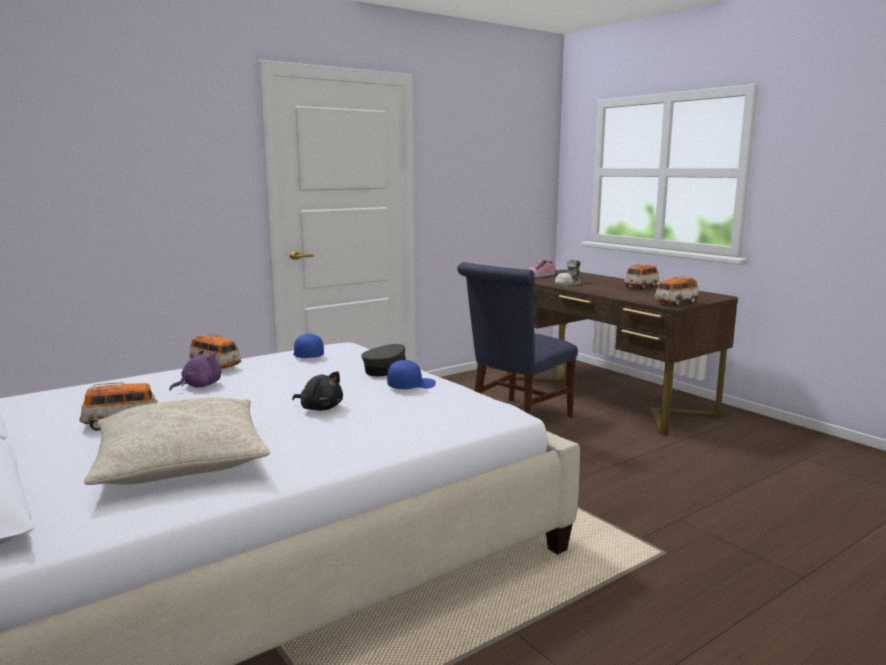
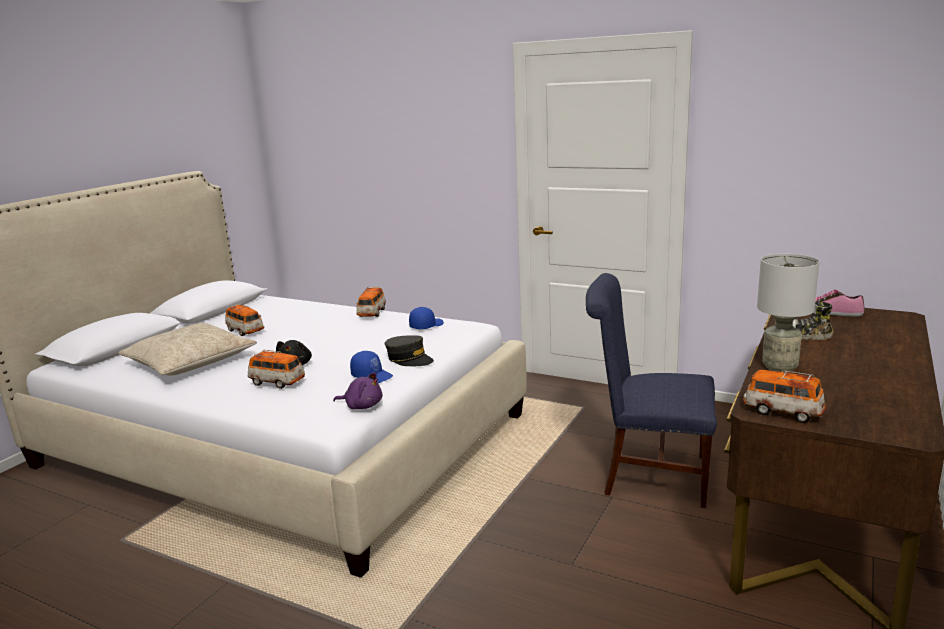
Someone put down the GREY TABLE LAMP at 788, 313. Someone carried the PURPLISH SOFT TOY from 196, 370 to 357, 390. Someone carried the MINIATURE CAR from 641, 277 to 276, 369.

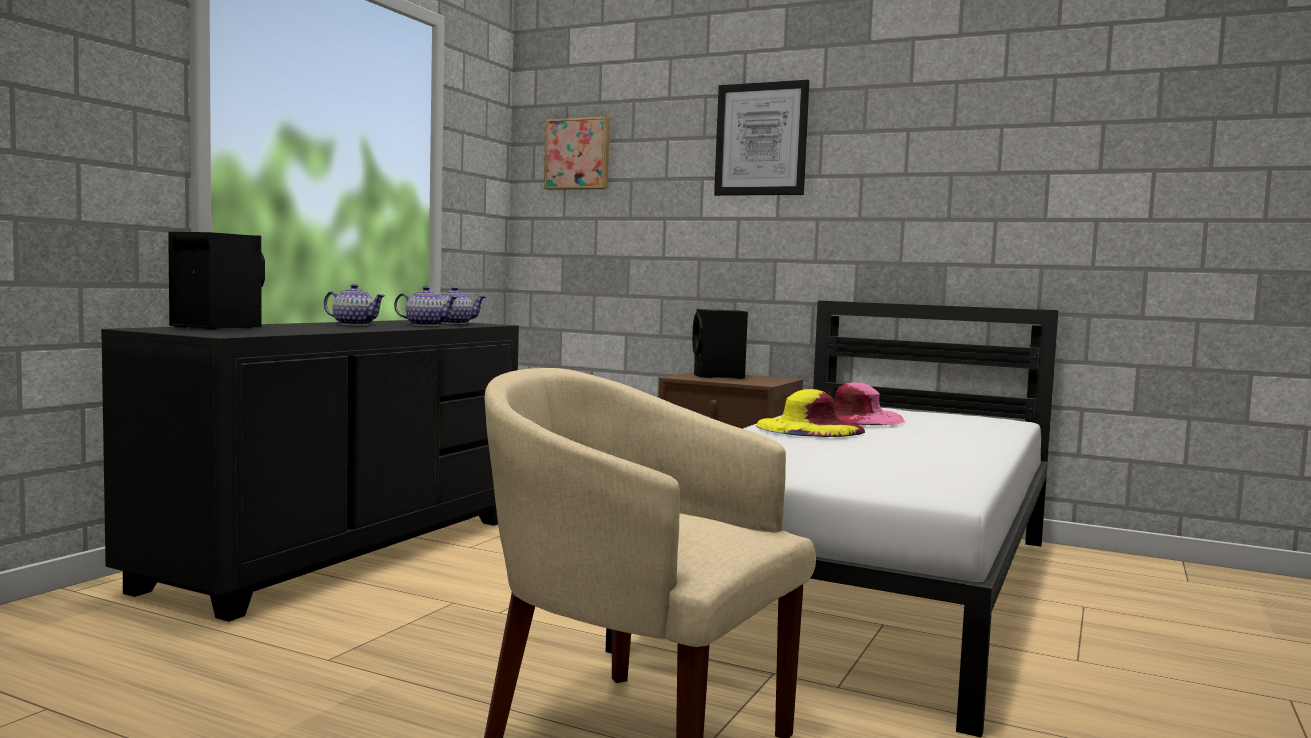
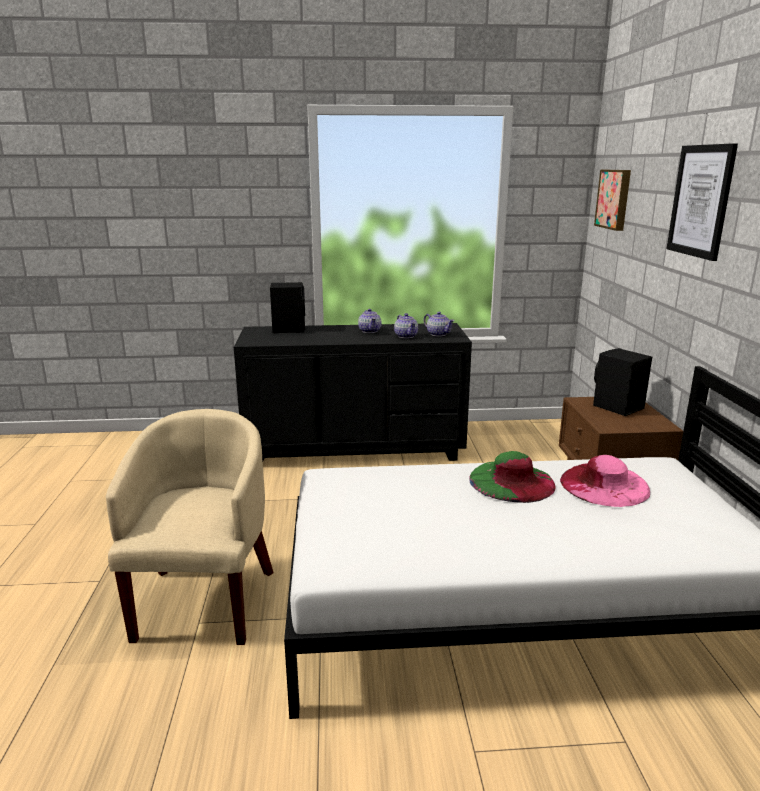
Someone repainted the YELLOWISH WEARABLE HAT at 810, 413, which became the GREEN WEARABLE HAT at 512, 477.

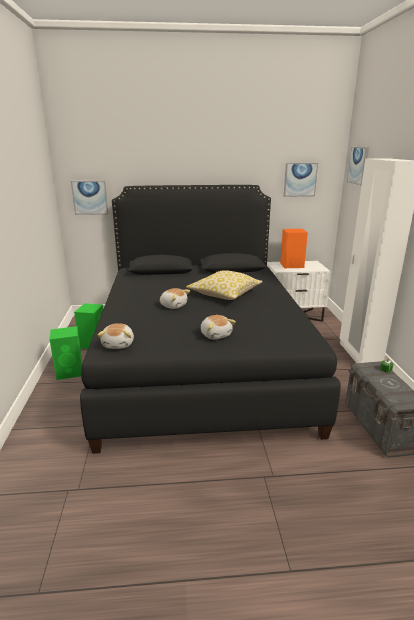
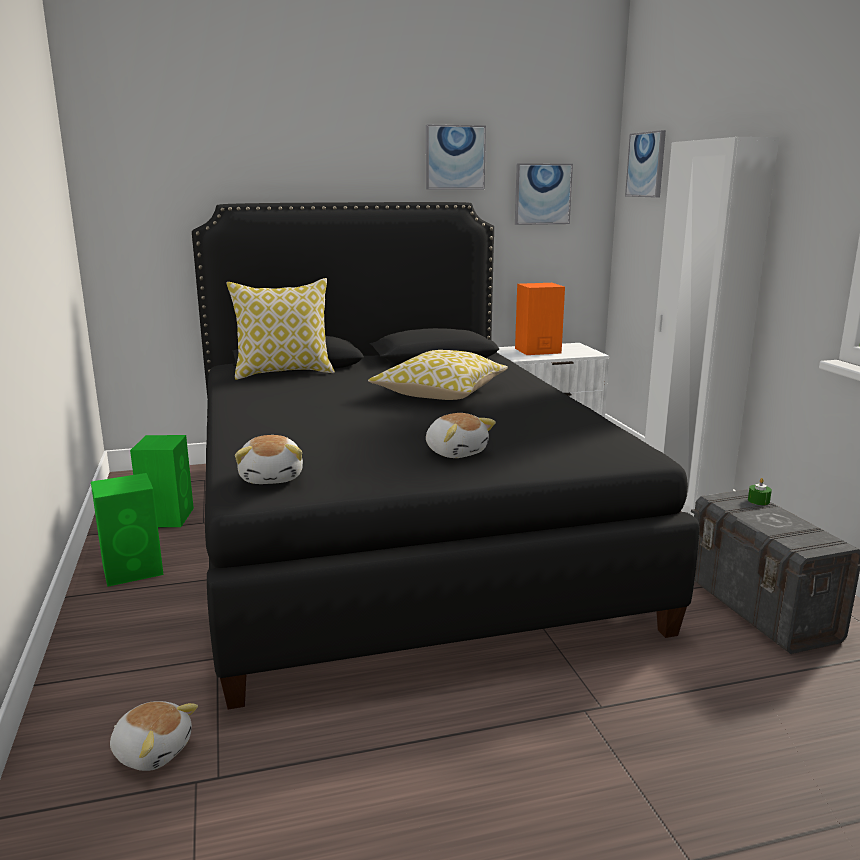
Someone put down the PILLOW at 280, 329. Someone carried the WALL PICTURE from 89, 198 to 456, 157. Someone carried the SOFT TOY from 175, 298 to 154, 736.

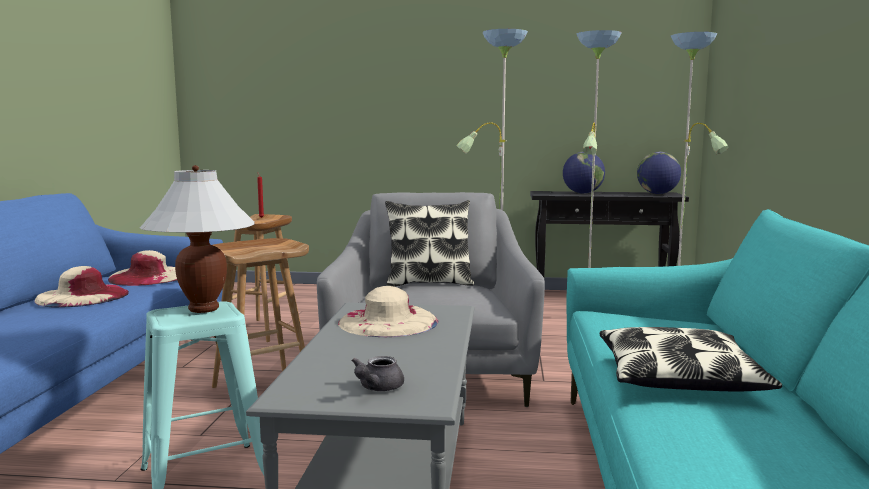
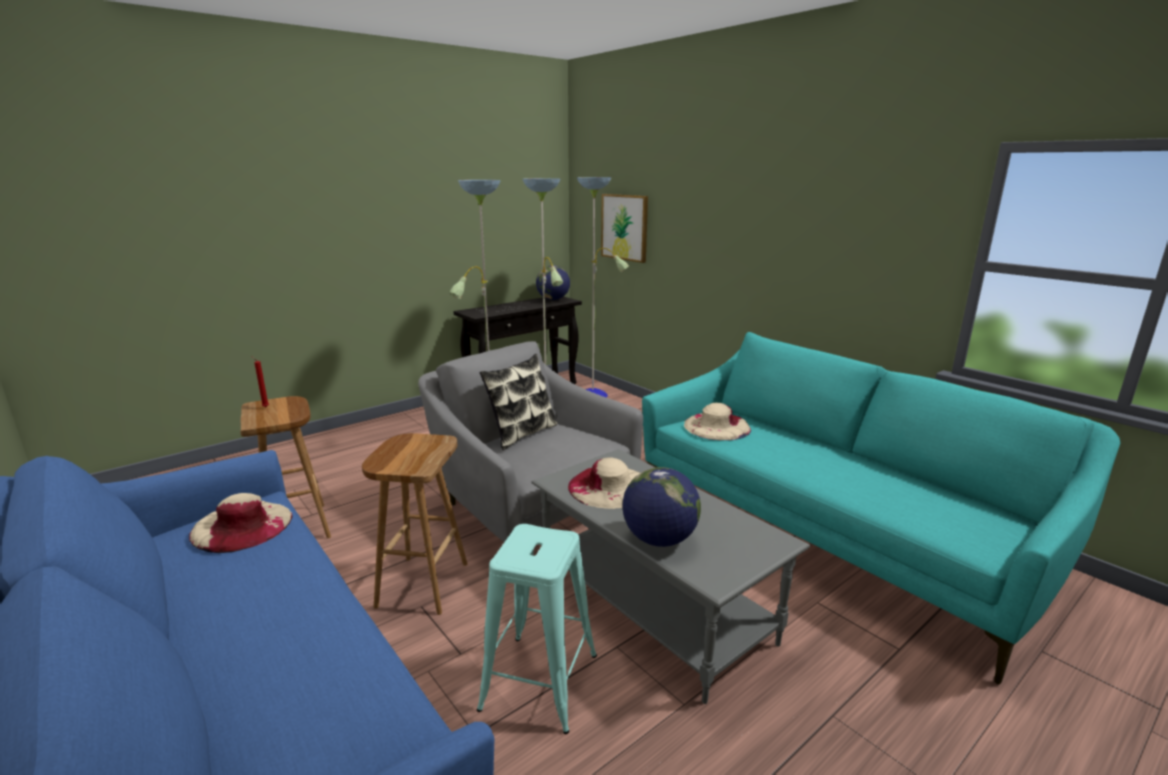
Someone took away the WHITISH TABLE LAMP at 197, 239. Someone took away the GREY POT FOR TEA at 377, 373. Someone took away the PILLOW at 691, 359. Someone put up the WALL PICTURE at 624, 228. Someone carried the BEIGE-COLOURED WEARABLE HAT from 81, 286 to 717, 422. Someone carried the GLOBE from 584, 173 to 661, 507.

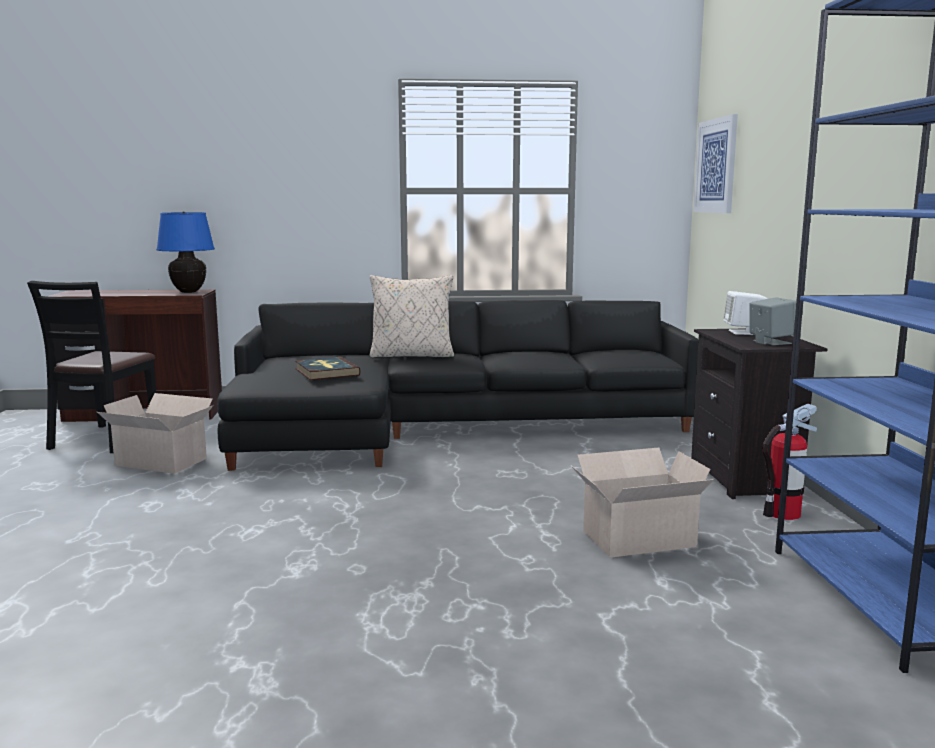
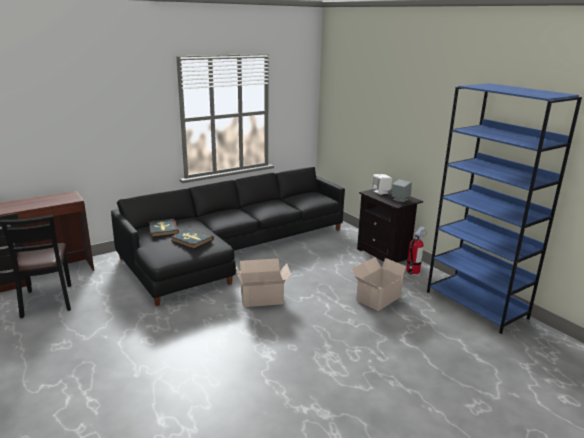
Someone took away the BLUE-COLOURED TABLE LAMP at 185, 252. Someone took away the BEIGE-COLOURED PILLOW at 411, 316. Someone took away the WALL PICTURE at 715, 163. Someone put down the BOUND BOOK at 164, 228. Someone carried the PACKING BOX from 155, 433 to 263, 282.

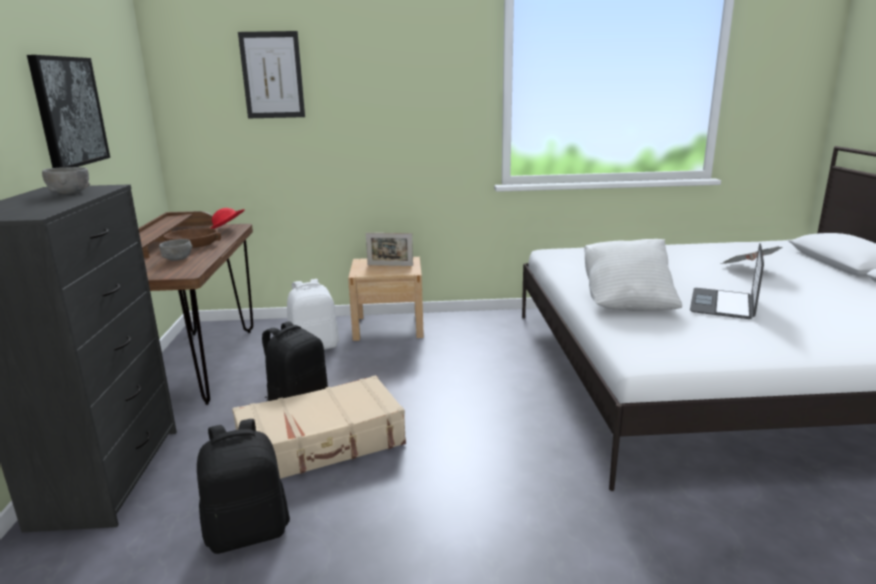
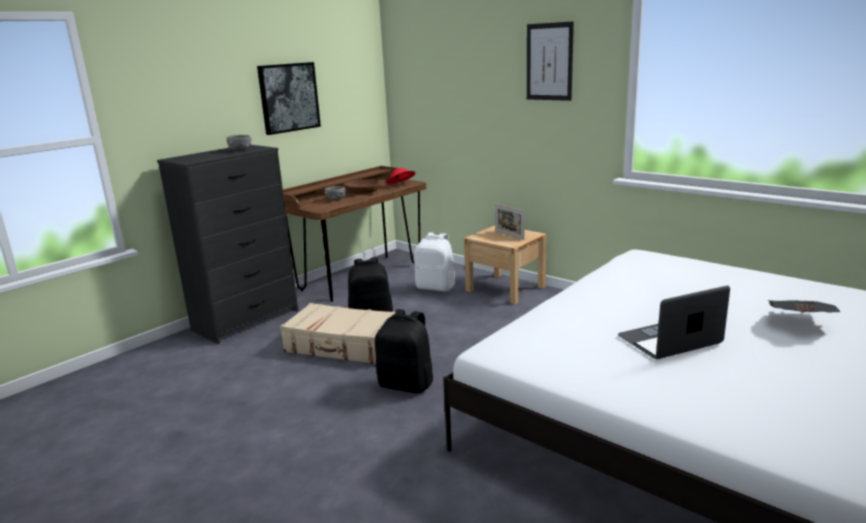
Someone took away the WHITISH PILLOW at 633, 275. Someone carried the BLACK-COLOURED RUCKSACK from 243, 486 to 404, 351. Someone carried the WALL PICTURE from 271, 74 to 550, 61.

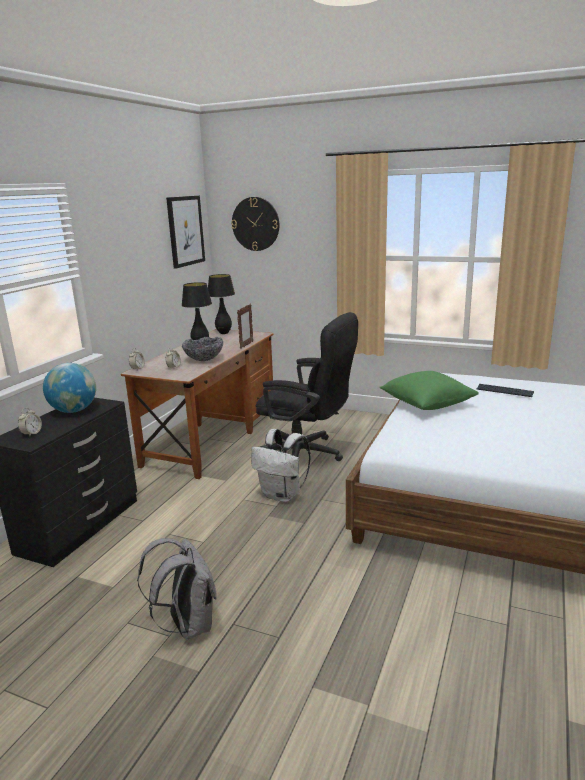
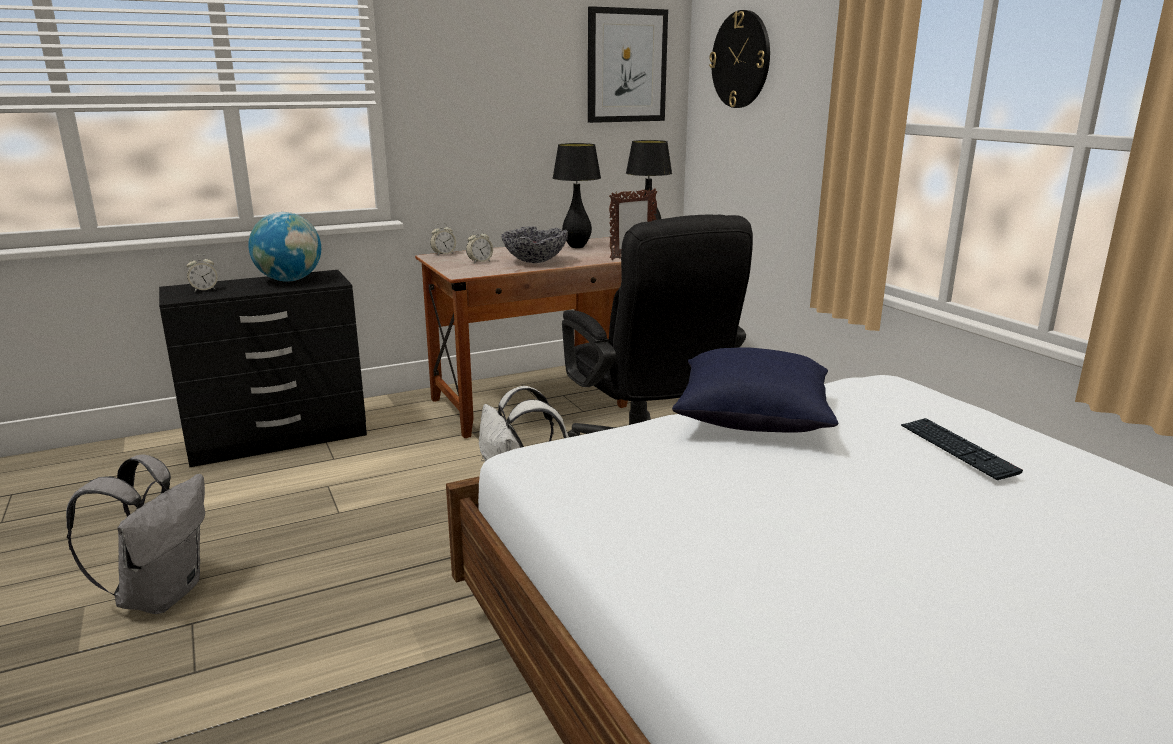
Someone repainted the GREEN PILLOW at 429, 390, which became the BLUE-COLOURED PILLOW at 755, 390.

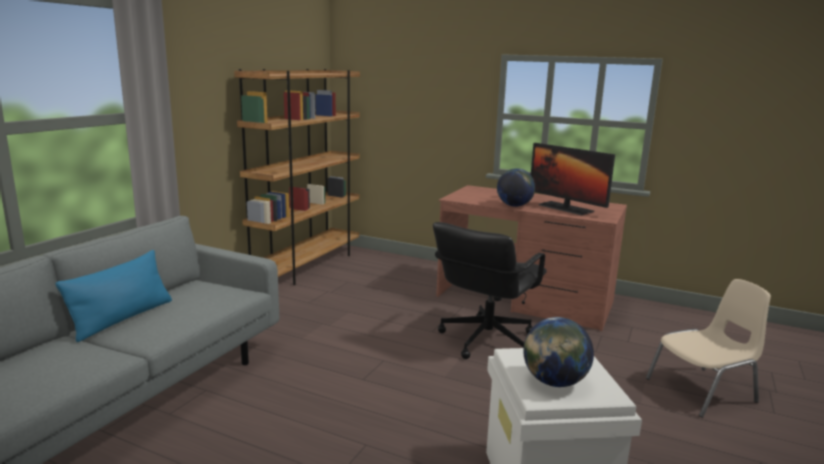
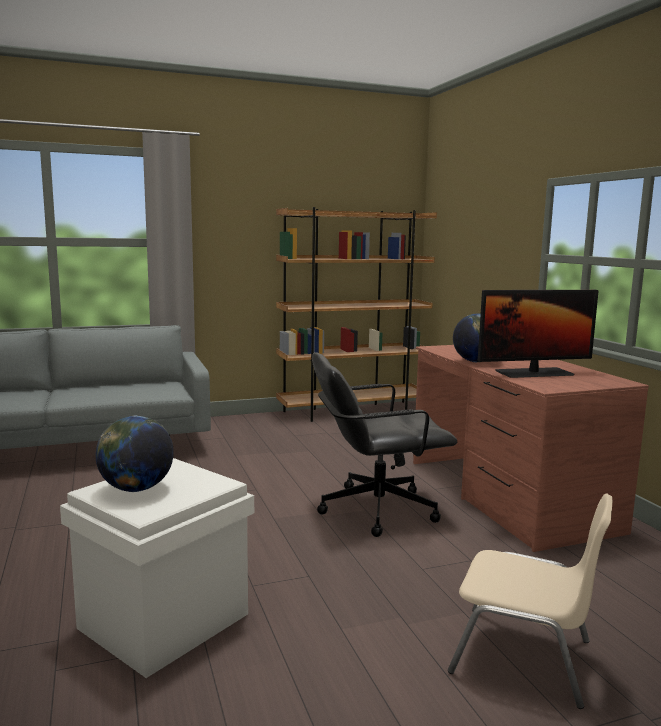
Someone took away the BLUE-COLOURED PILLOW at 113, 296. Someone rotated the COMPUTER DISPLAY at 573, 179 by 105 degrees counterclockwise.

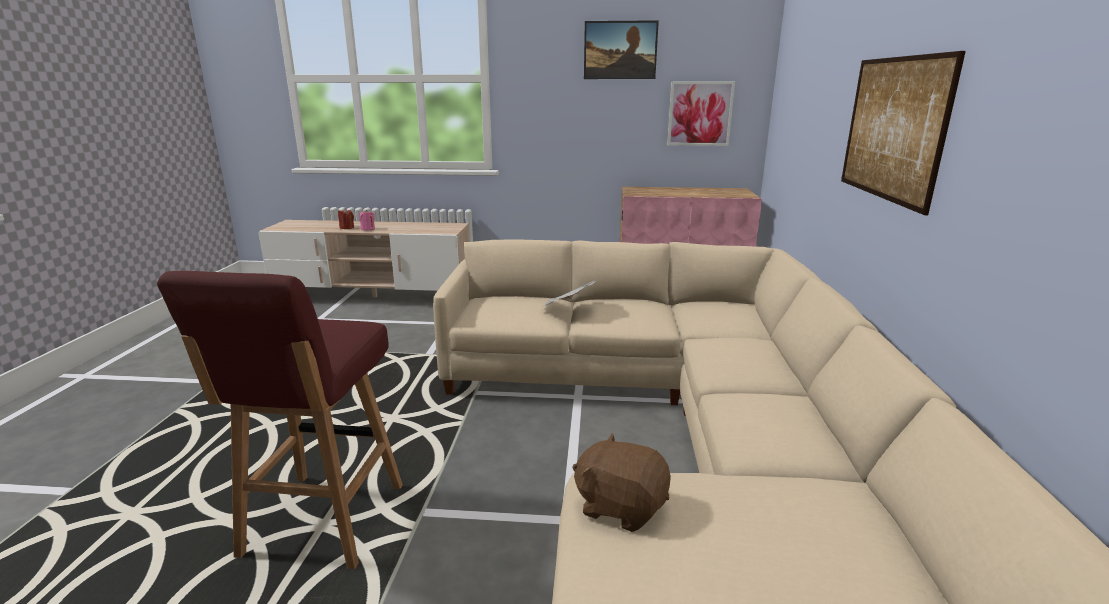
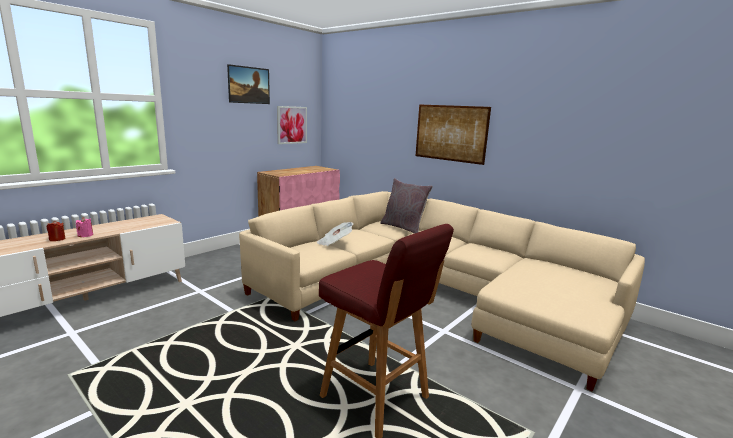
Someone took away the BROWN SOFT TOY at 621, 482. Someone put down the GREY PILLOW at 406, 206.

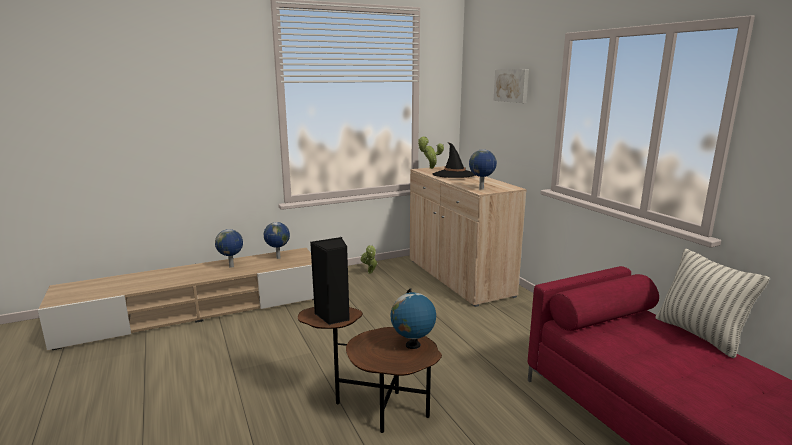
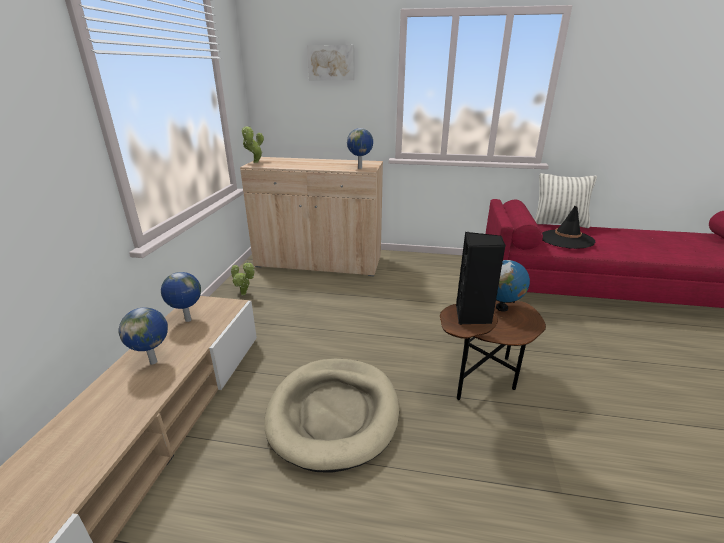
Someone put down the BEIGE-COLOURED DOG BED at 331, 415. Someone carried the BLACK-COLOURED WEARABLE HAT from 454, 160 to 568, 227.

